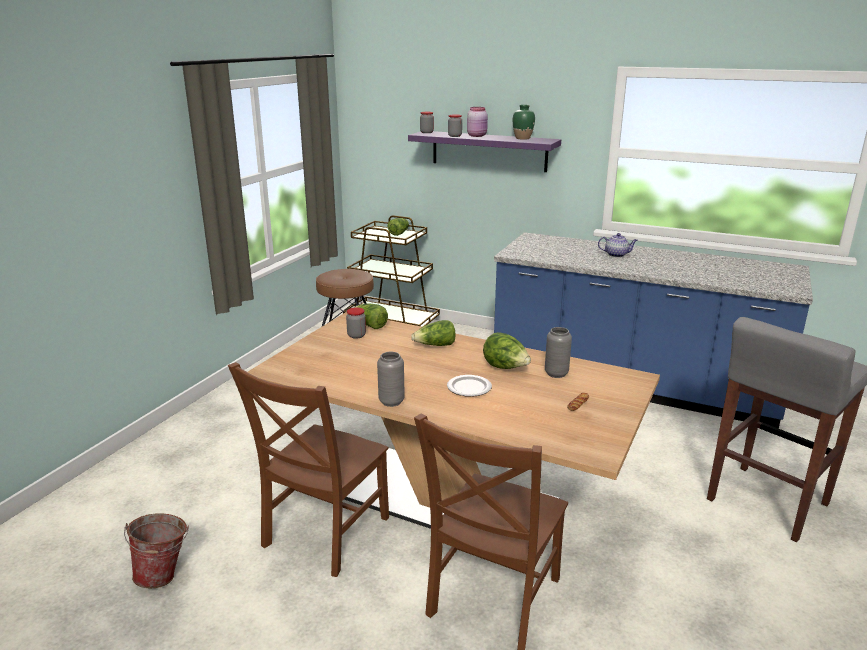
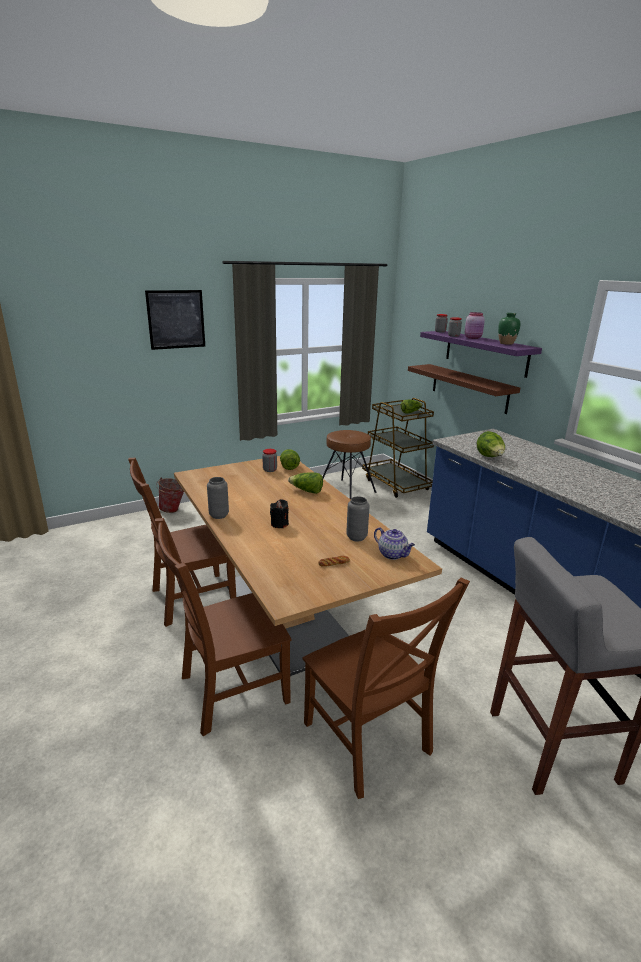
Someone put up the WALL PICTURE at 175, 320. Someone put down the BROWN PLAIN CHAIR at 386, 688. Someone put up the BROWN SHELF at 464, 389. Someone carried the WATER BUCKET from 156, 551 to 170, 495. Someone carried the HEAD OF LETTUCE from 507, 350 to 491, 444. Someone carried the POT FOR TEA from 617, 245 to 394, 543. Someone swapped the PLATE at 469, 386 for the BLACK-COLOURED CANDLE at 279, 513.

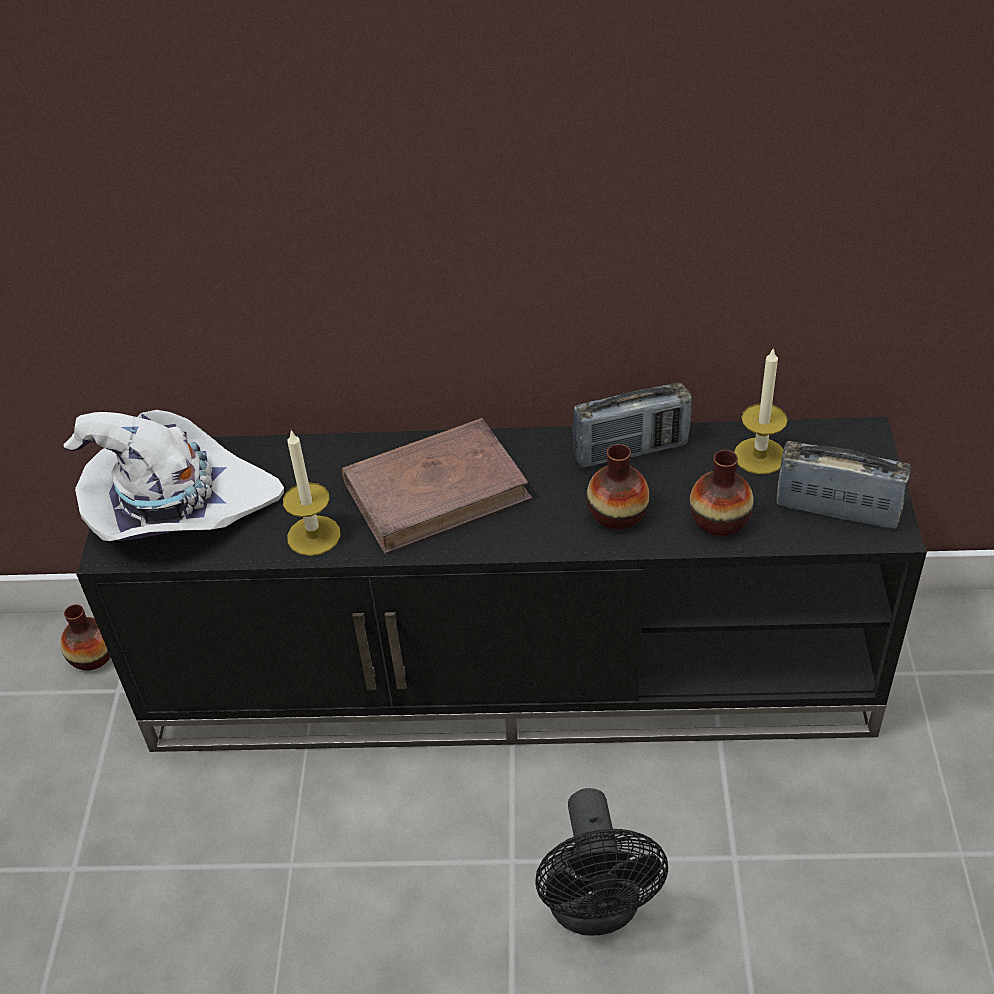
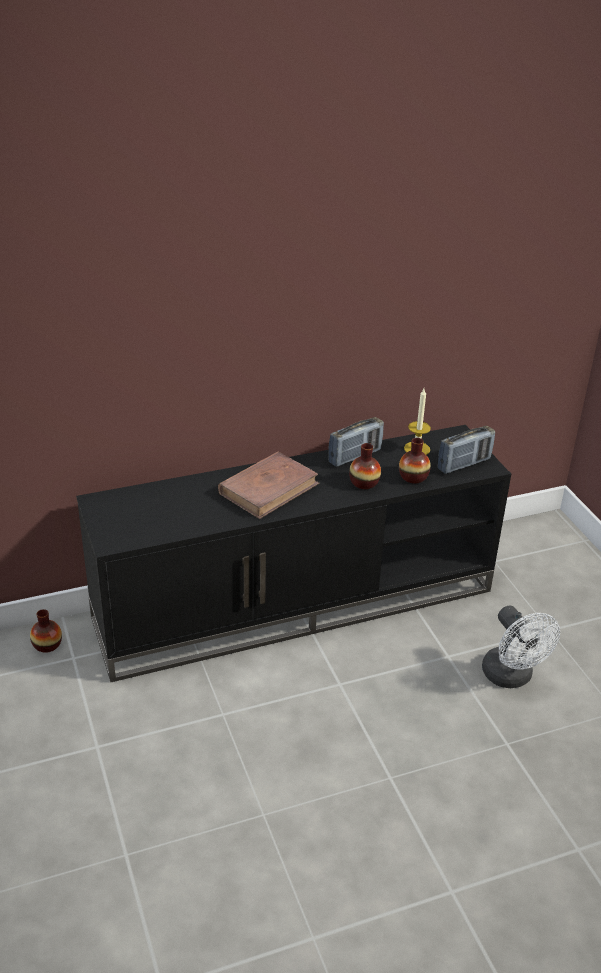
Someone took away the WHITISH WEARABLE HAT at 173, 475. Someone took away the CANDLE at 312, 492. Someone took away the BLACK-COLOURED FAN at 601, 862. Someone put down the WHITISH FAN at 521, 647. Someone rotated the RADIO SET at 843, 485 by 150 degrees clockwise.

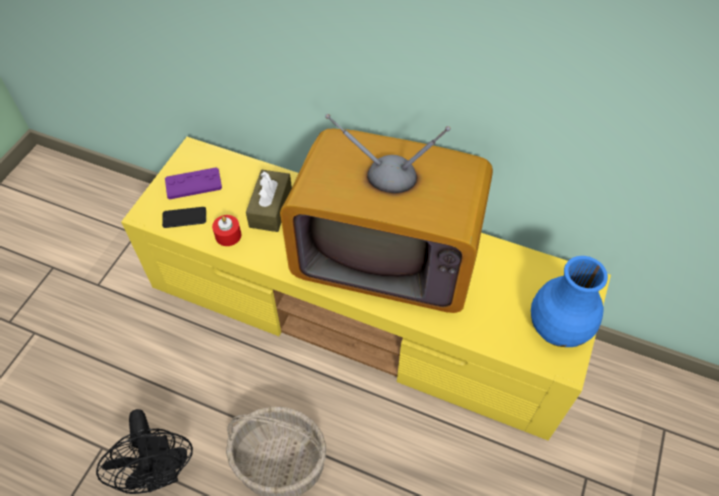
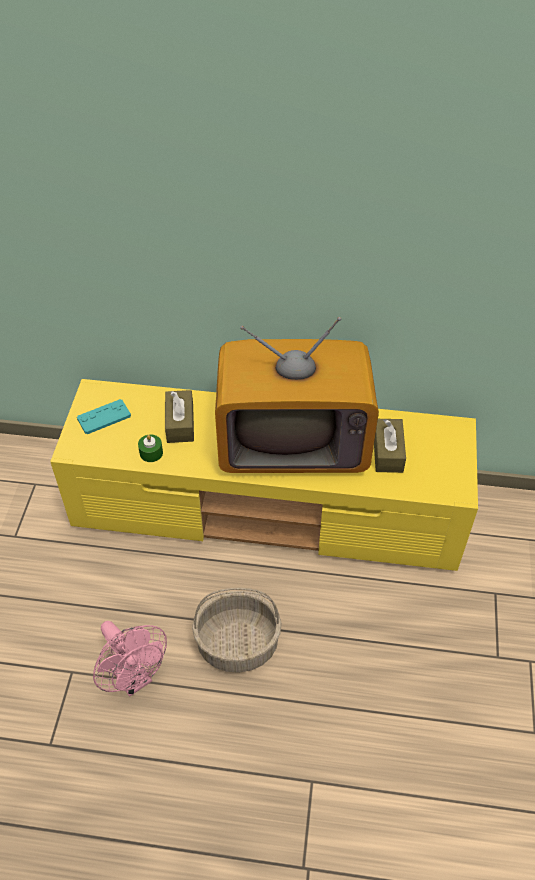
Someone took away the HANDSET at 184, 217. Someone took away the BLUE-COLOURED FLOWER VASE at 569, 301. Someone put down the BROWN TISSUE BOX at 390, 446. Someone repainted the BLACK-COLOURED FAN at 144, 451, which became the PINK FAN at 130, 659. Someone repainted the PURPLISH GAMEPAD at 193, 183, which became the TURQUOISE-COLOURED GAMEPAD at 104, 416. Someone repainted the RED-COLOURED CANDLE at 226, 230, which became the GREEN CANDLE at 150, 448.

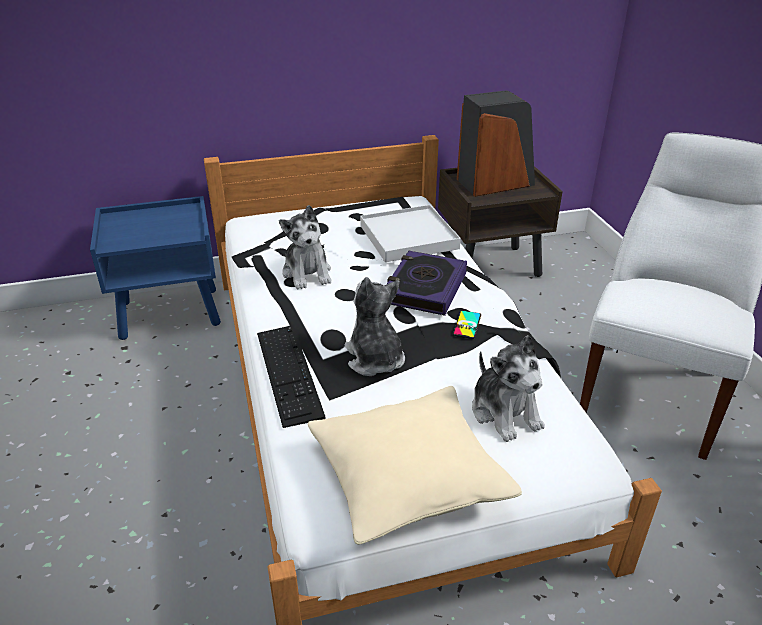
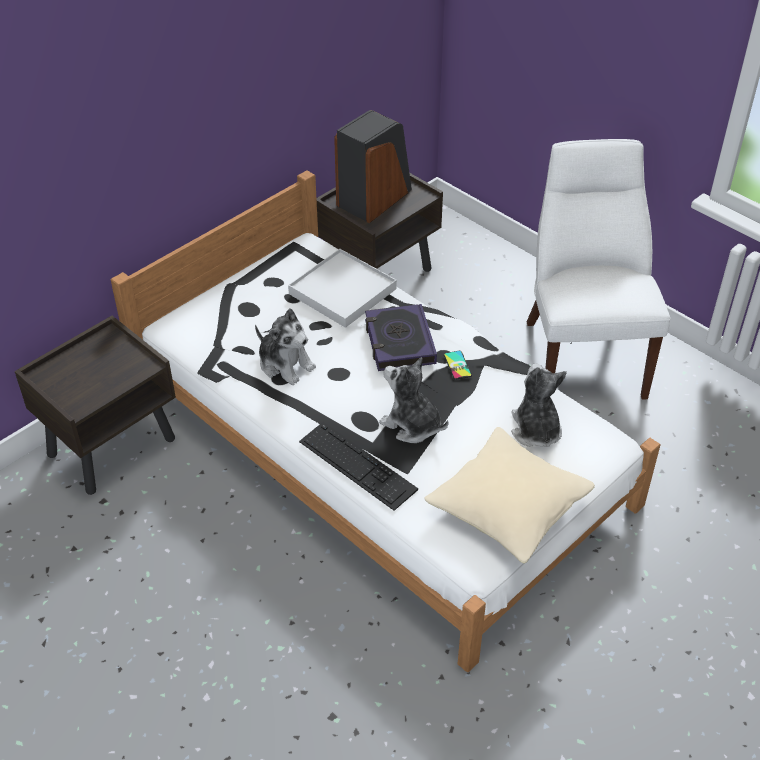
Someone repainted the BLUE-COLOURED BEDSIDE TABLE at 155, 268, which became the BROWN BEDSIDE TABLE at 95, 405. Someone rotated the SOFT TOY at 508, 388 by 135 degrees counterclockwise.

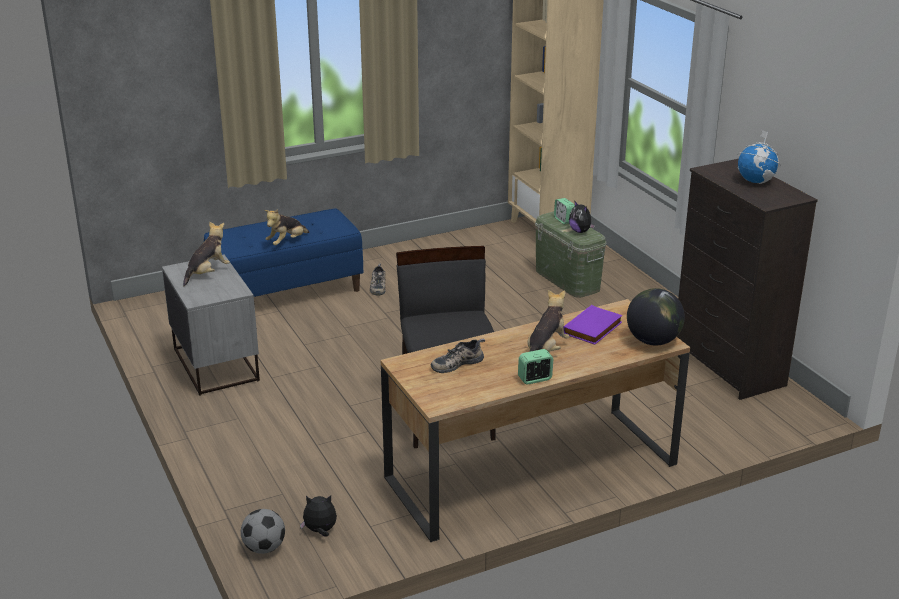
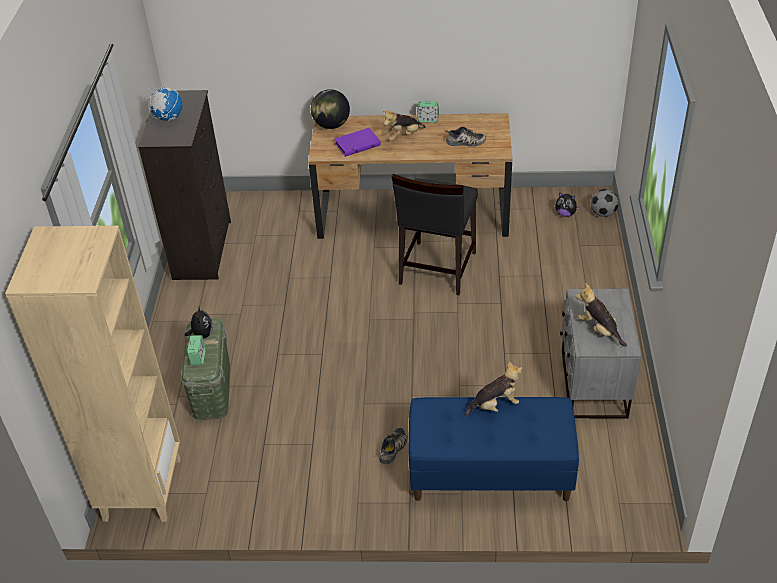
Someone rotated the SOFT TOY at 206, 254 by 75 degrees clockwise.

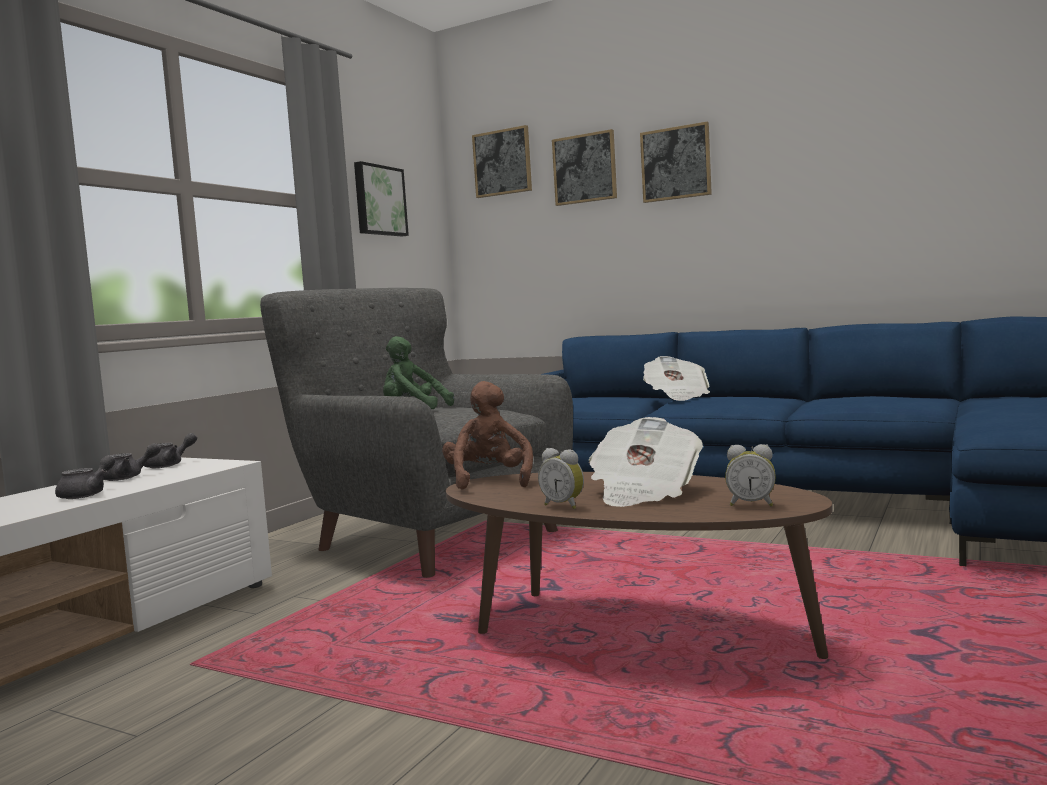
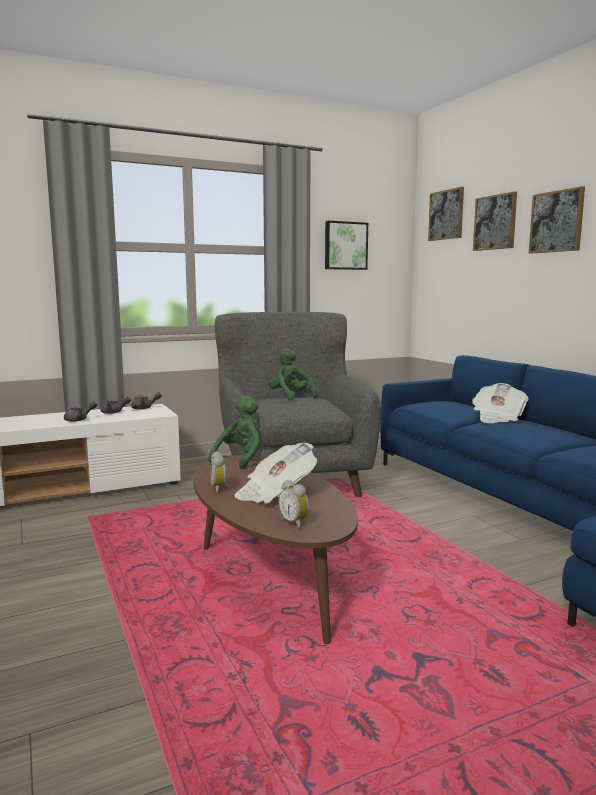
Someone repainted the BROWN SOFT TOY at 487, 435, which became the GREEN SOFT TOY at 234, 432.

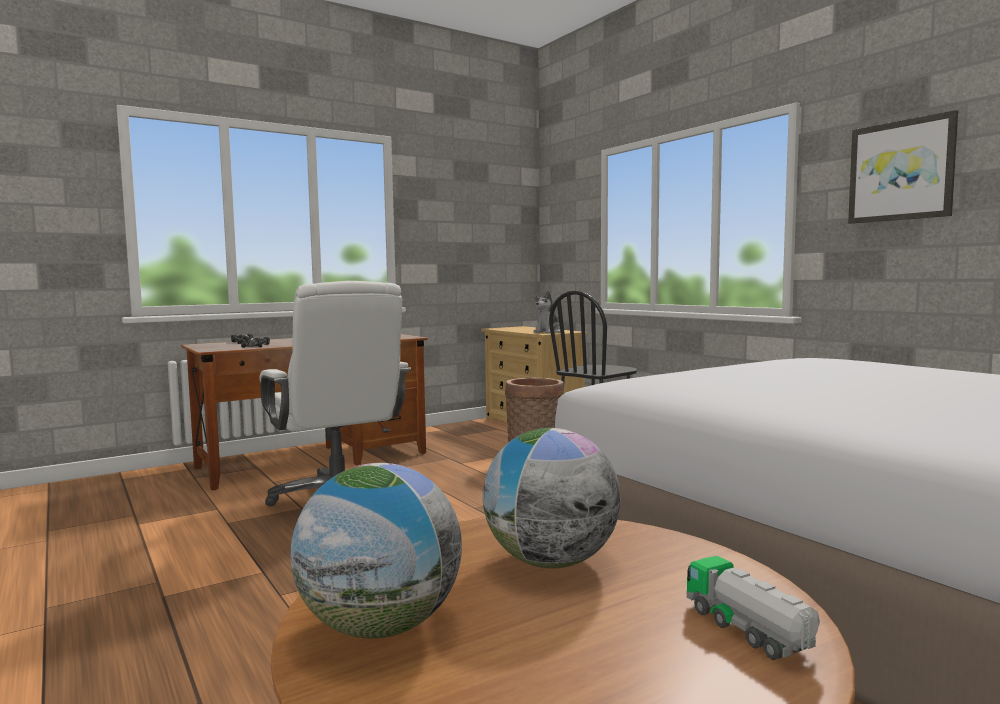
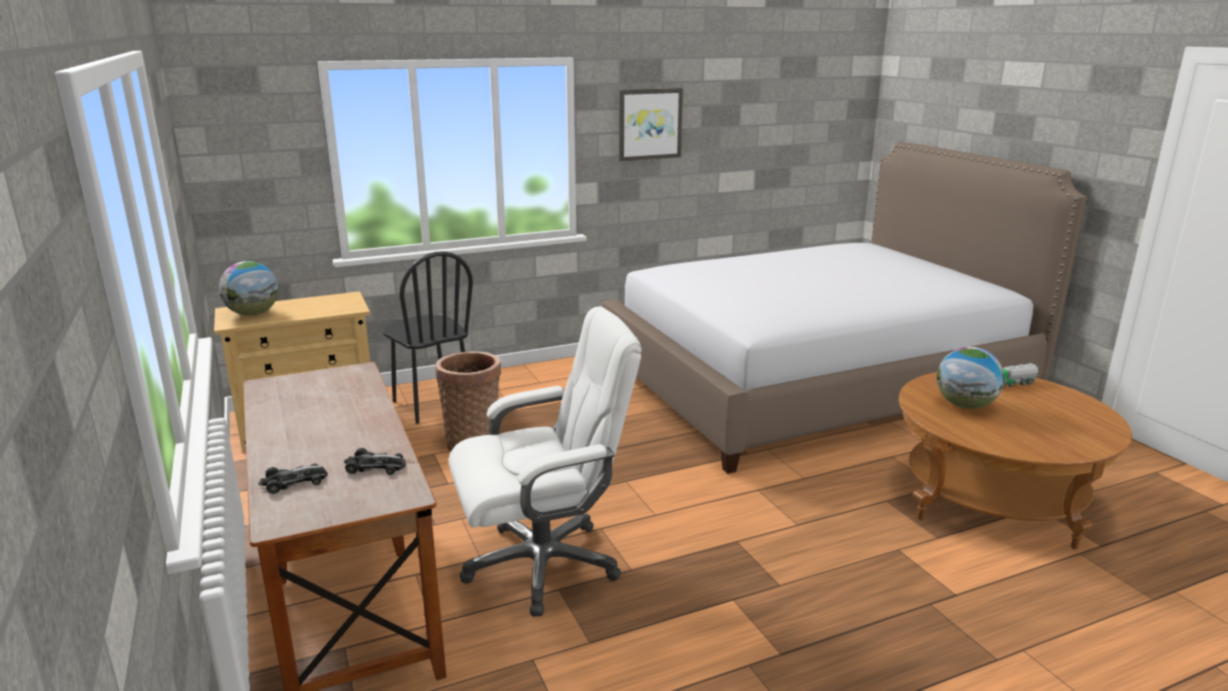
Someone took away the SOFT TOY at 546, 312. Someone carried the GLOBE from 376, 551 to 249, 288.

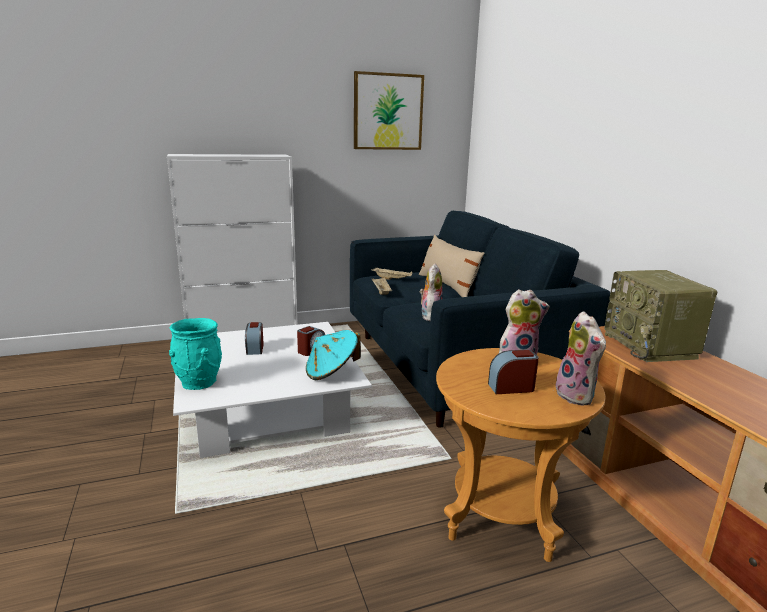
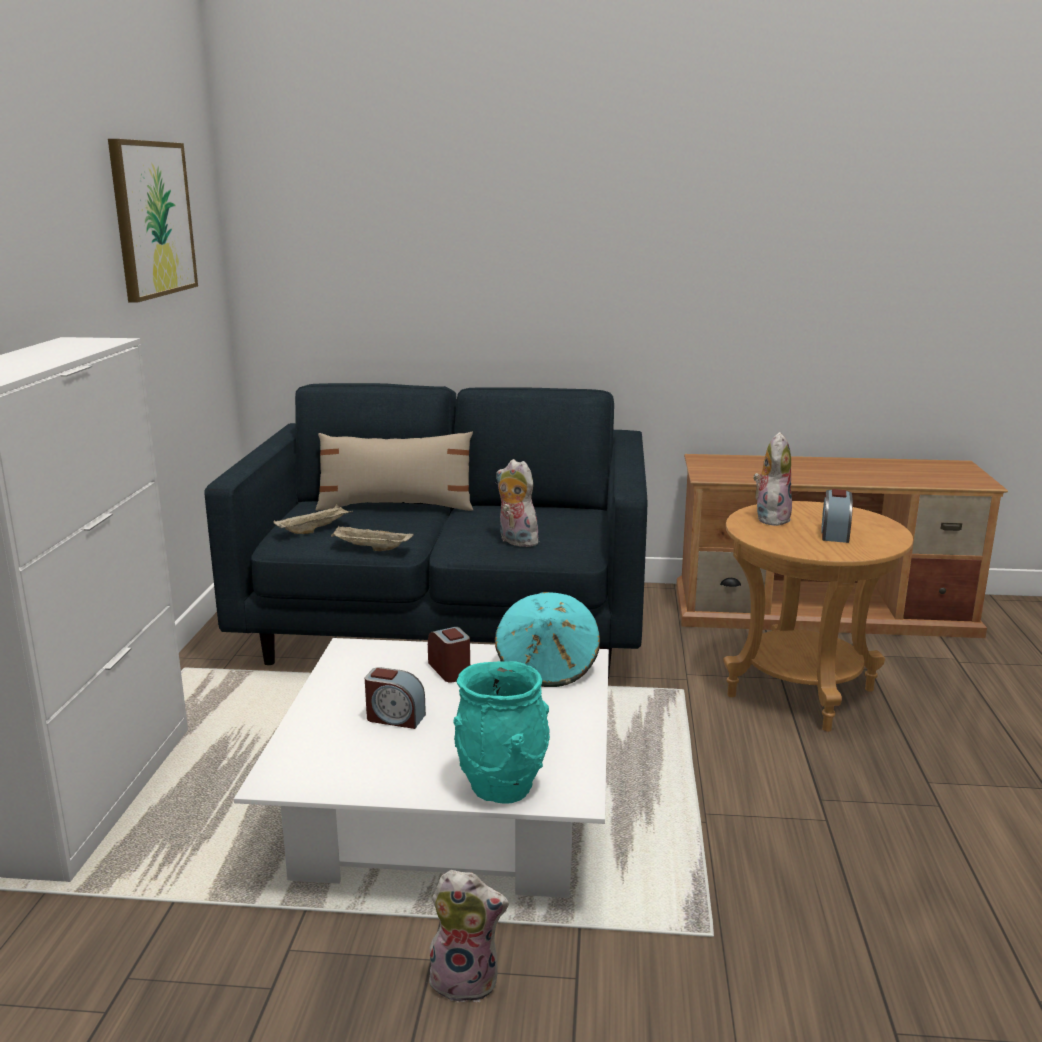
Someone took away the RADIO SET at 660, 316. Someone carried the SOFT TOY from 581, 359 to 469, 936.

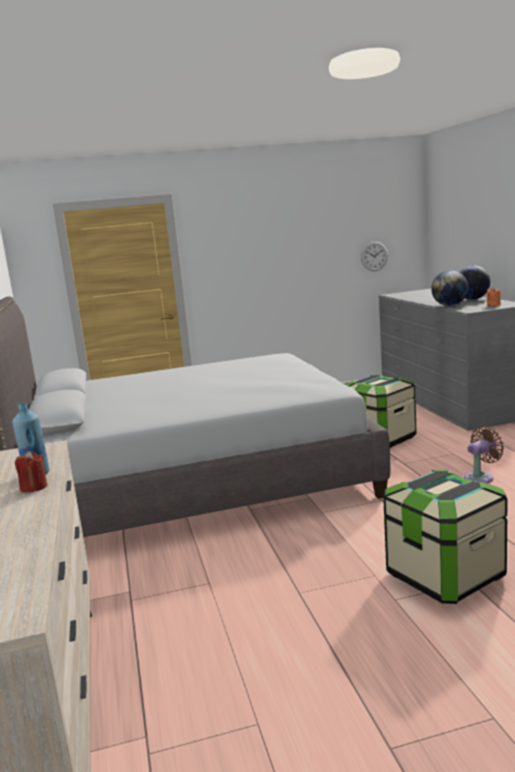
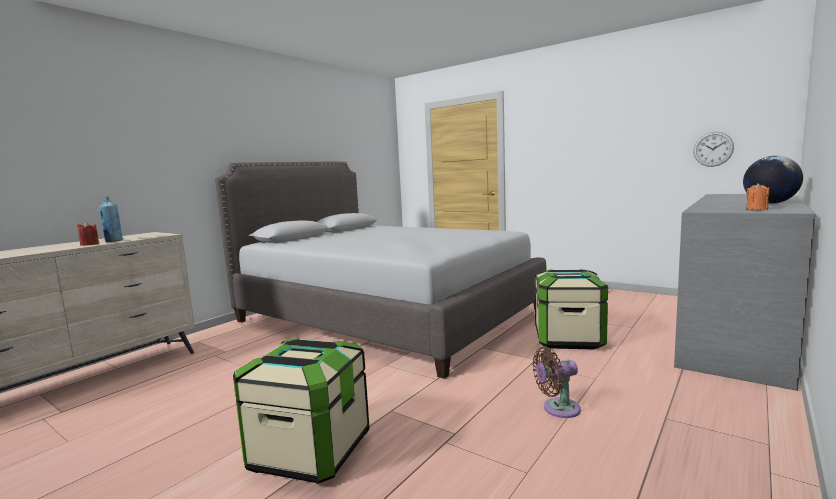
Someone took away the GLOBE at 449, 288. Someone rotated the BROWN FAN at 484, 454 by 150 degrees clockwise.

